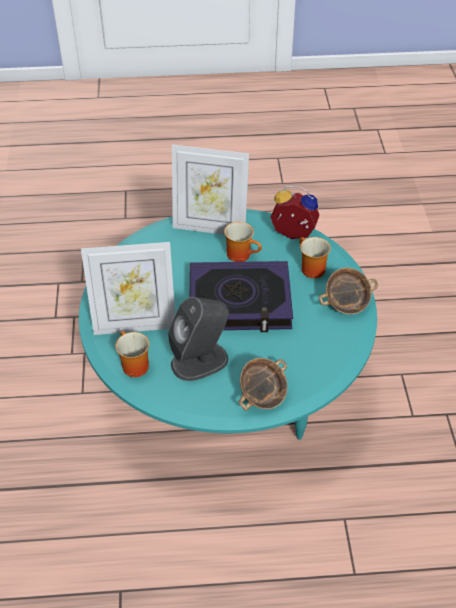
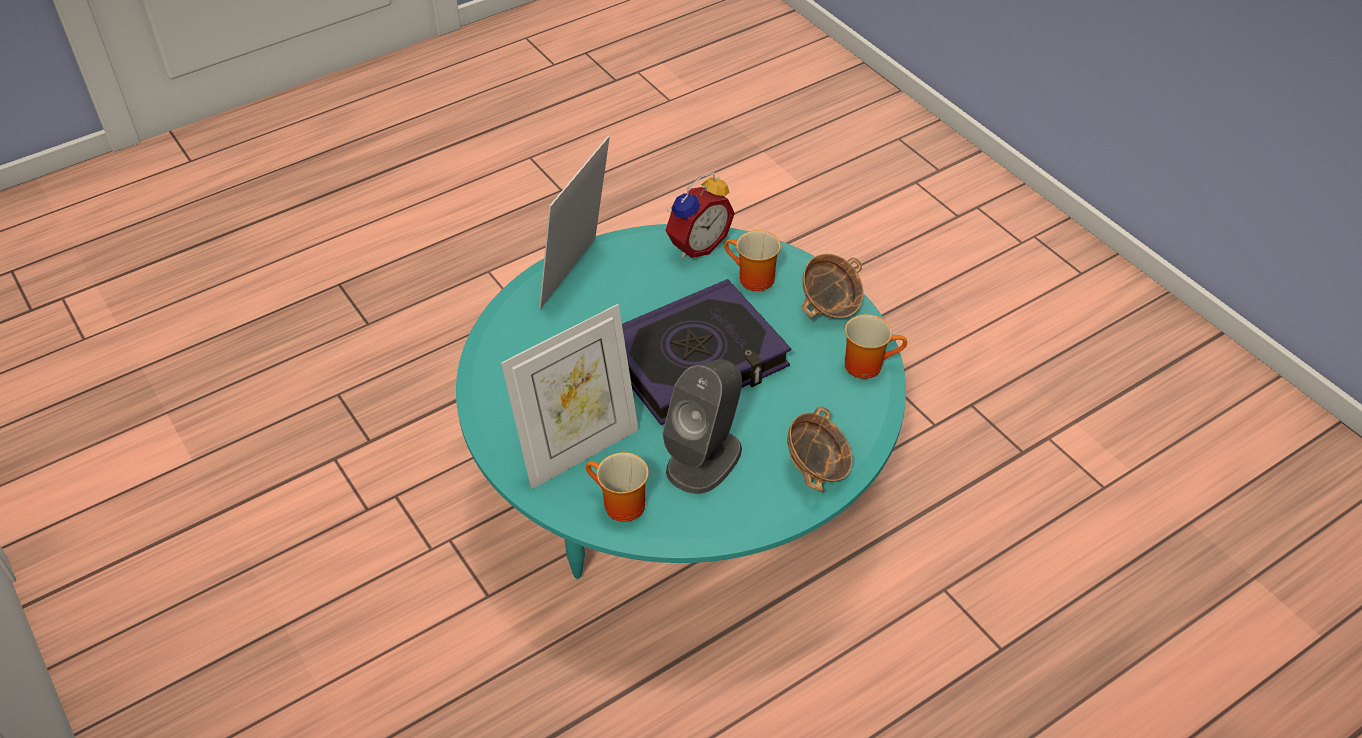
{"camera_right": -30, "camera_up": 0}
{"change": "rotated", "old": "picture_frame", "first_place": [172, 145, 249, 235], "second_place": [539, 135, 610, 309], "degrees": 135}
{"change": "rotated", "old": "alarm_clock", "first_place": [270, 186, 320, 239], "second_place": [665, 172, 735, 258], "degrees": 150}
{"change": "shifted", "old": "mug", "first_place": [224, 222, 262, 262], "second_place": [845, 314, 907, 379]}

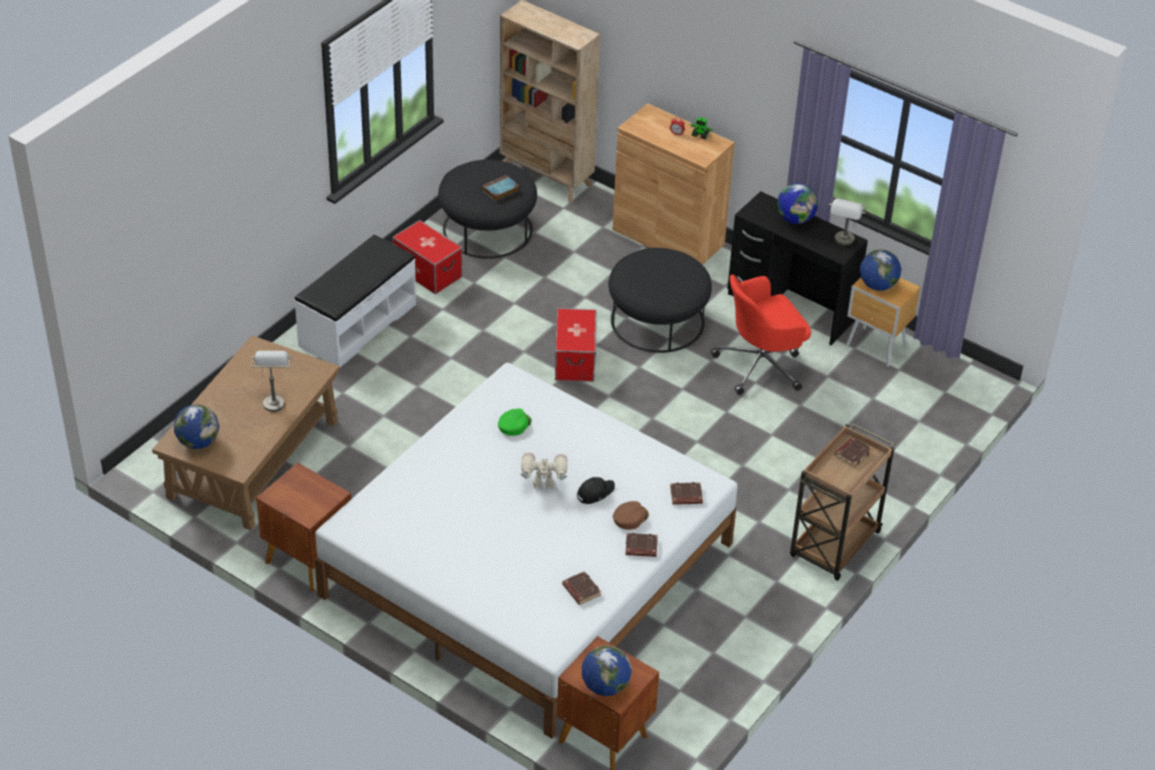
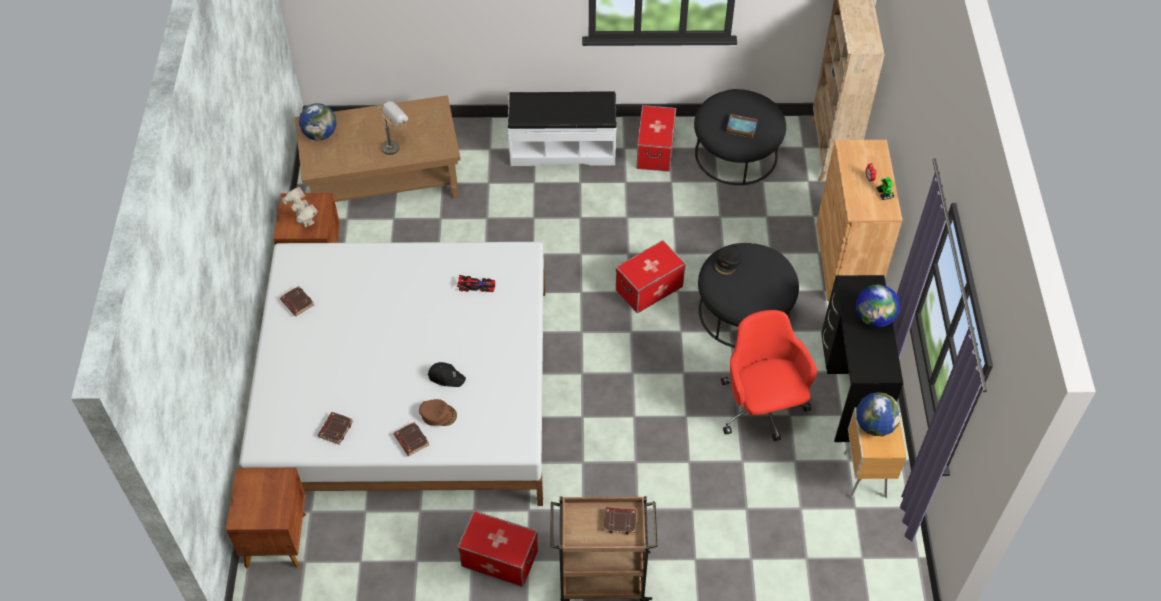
{"camera_right": 55, "camera_up": 10}
{"change": "shifted", "old": "brown_book", "first_place": [670, 482, 703, 505], "second_place": [280, 286, 314, 316]}
{"change": "shifted", "old": "toy_robot", "first_place": [521, 453, 568, 489], "second_place": [282, 187, 318, 227]}
{"change": "swapped", "old": "green_cap", "new": "toy_car", "first_place": [498, 408, 532, 436], "second_place": [457, 275, 495, 292]}
{"change": "new", "new": "storage_box", "second_place": [458, 511, 538, 587]}
{"change": "new", "new": "black_cap", "second_place": [714, 245, 742, 276]}
{"change": "rotated", "old": "red_office_chair", "first_place": [711, 274, 811, 395], "second_place": [721, 310, 817, 441], "degrees": 45}
{"change": "gone", "old": "globe", "first_place": [582, 645, 632, 696]}
{"change": "gone", "old": "grey_table_lamp", "first_place": [828, 197, 867, 246]}

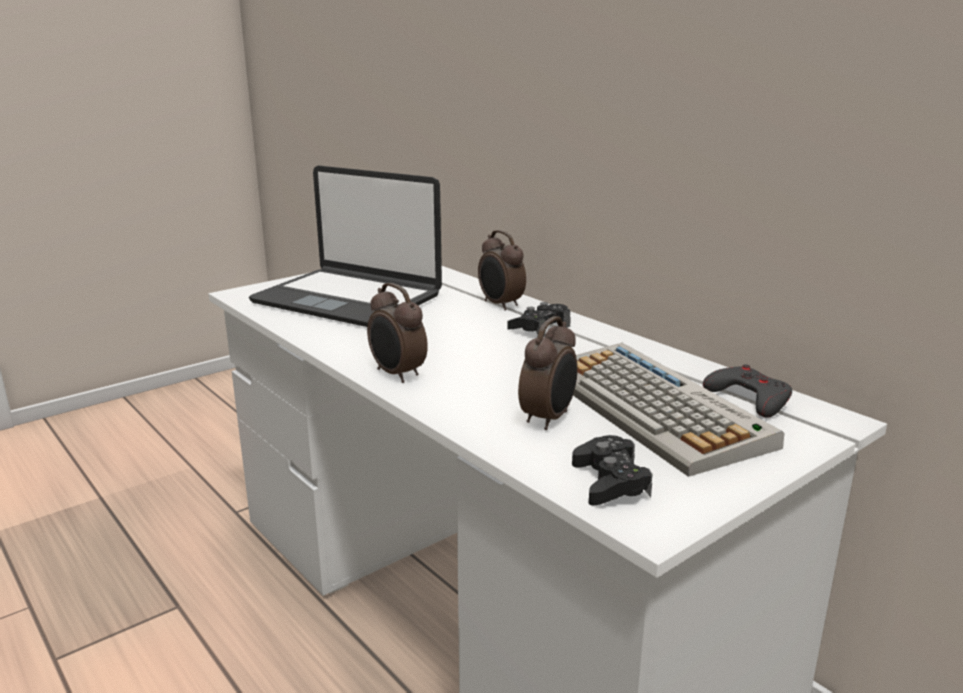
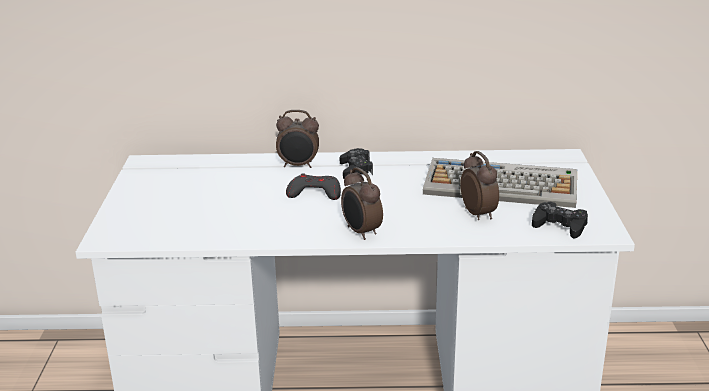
{"camera_right": -50, "camera_up": 5}
{"change": "shifted", "old": "grey_game_controller", "first_place": [703, 364, 792, 417], "second_place": [286, 173, 341, 200]}
{"change": "rotated", "old": "alarm_clock", "first_place": [367, 283, 428, 383], "second_place": [341, 167, 383, 240], "degrees": 60}
{"change": "gone", "old": "laptop", "first_place": [249, 165, 442, 327]}

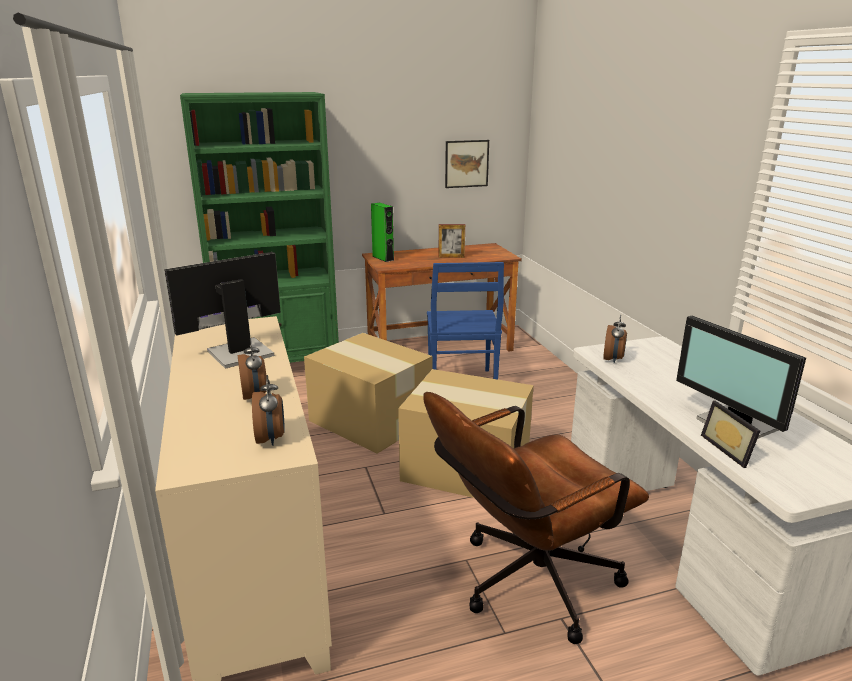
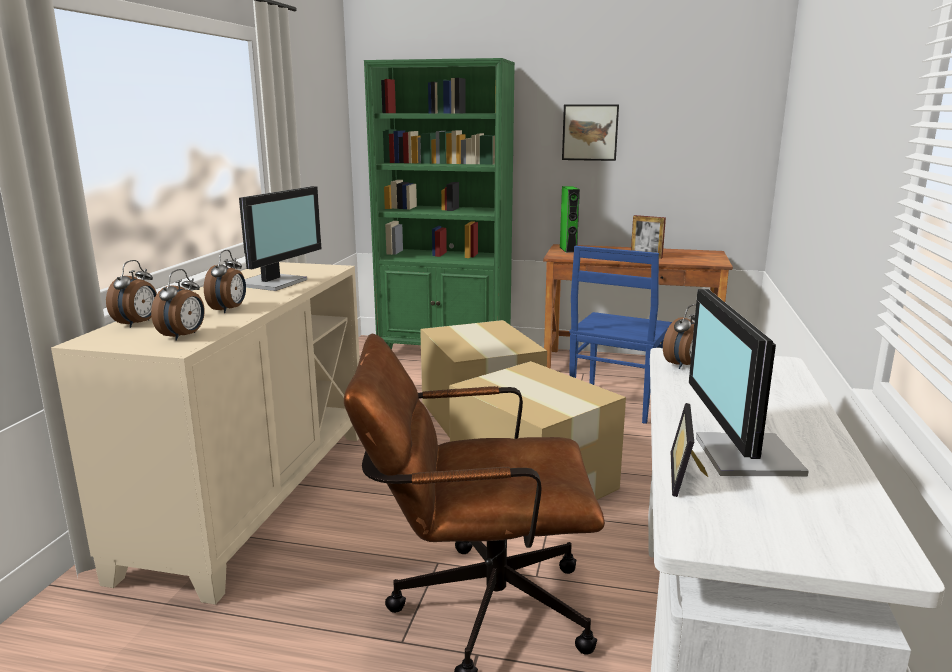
{"camera_right": 30, "camera_up": -5}
{"change": "new", "new": "alarm_clock", "second_place": [106, 260, 157, 328]}
{"change": "rotated", "old": "monitor", "first_place": [164, 252, 281, 369], "second_place": [239, 186, 321, 291], "degrees": 120}
{"change": "shifted", "old": "picture", "first_place": [445, 140, 489, 188], "second_place": [562, 104, 619, 161]}

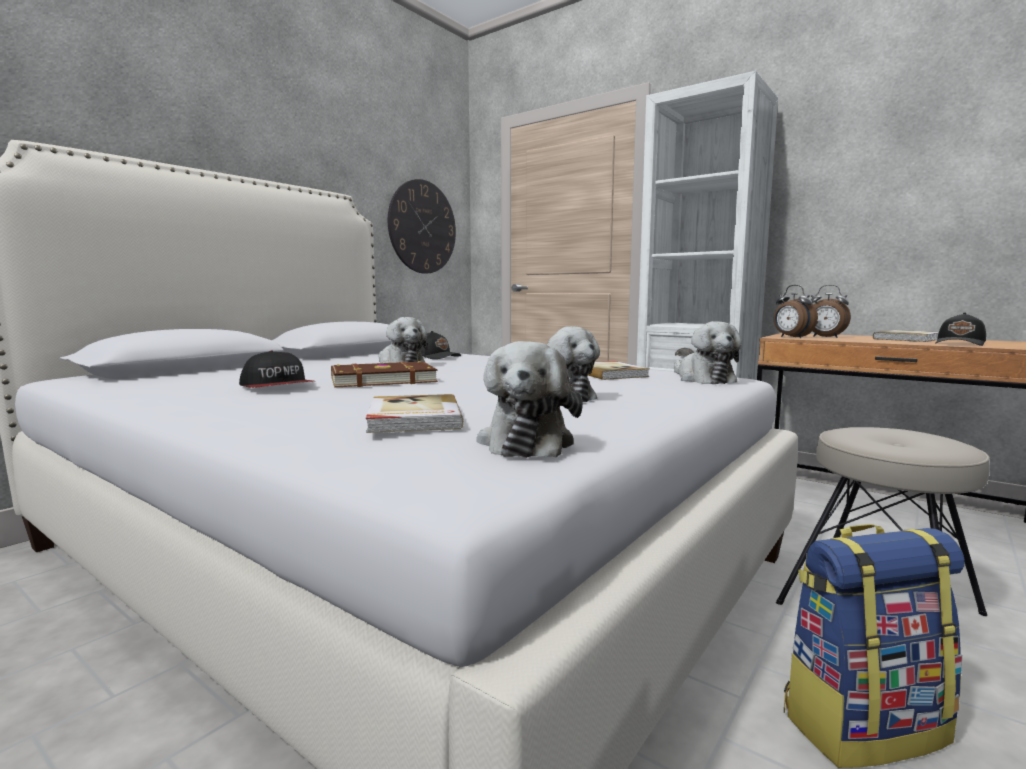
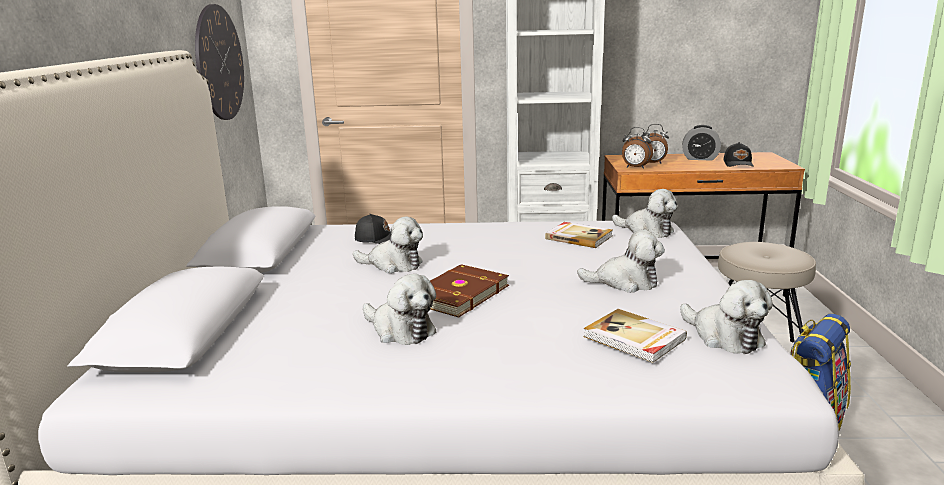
{"camera_right": -35, "camera_up": 10}
{"change": "swapped", "old": "cap", "new": "plush_toy", "first_place": [239, 351, 315, 388], "second_place": [363, 274, 436, 345]}
{"change": "swapped", "old": "book", "new": "alarm_clock", "first_place": [873, 330, 939, 342], "second_place": [682, 125, 721, 161]}

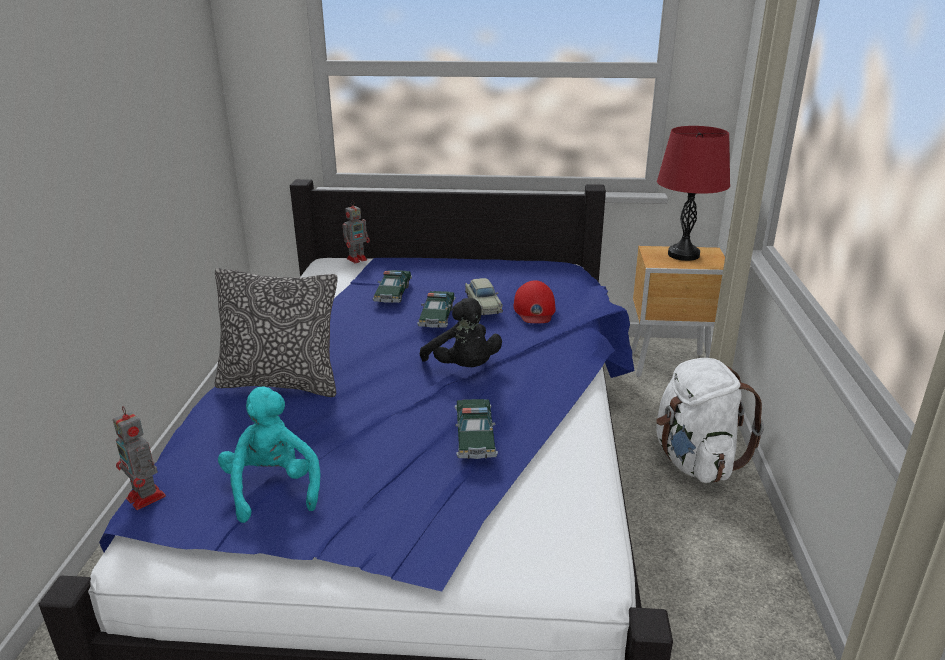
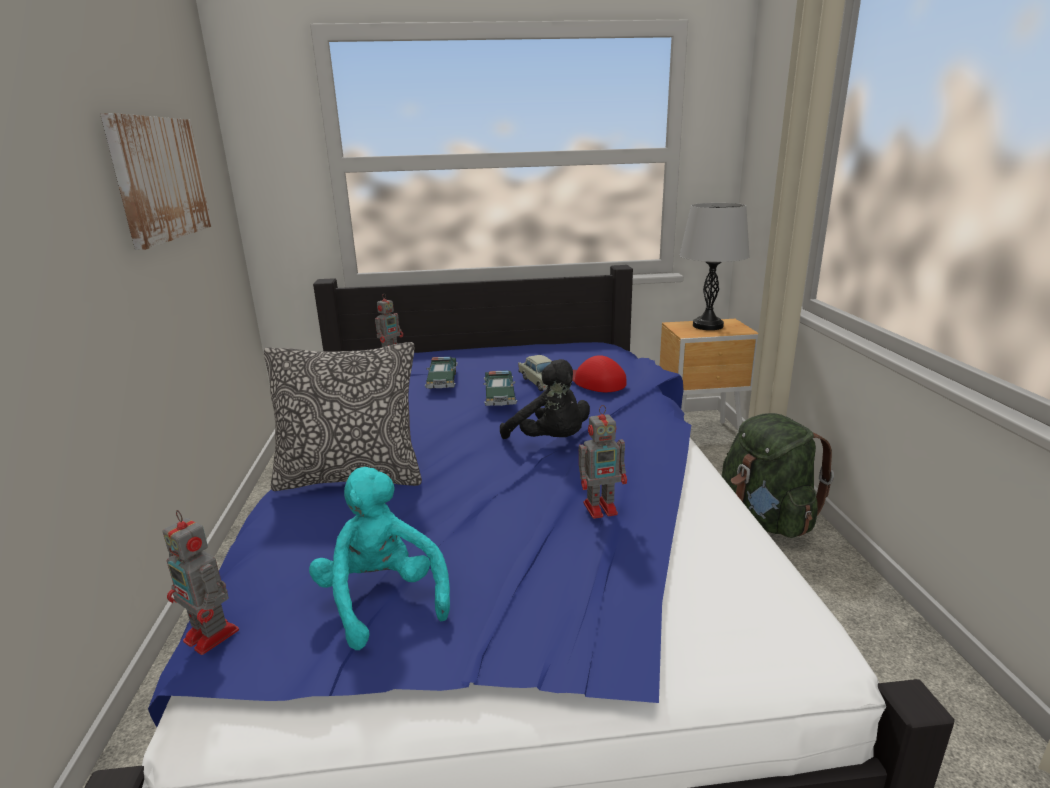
{"camera_right": -10, "camera_up": -5}
{"change": "new", "new": "picture", "second_place": [100, 113, 212, 250]}
{"change": "rotated", "old": "red_cap", "first_place": [514, 280, 556, 323], "second_place": [572, 355, 626, 392], "degrees": 150}
{"change": "swapped", "old": "toy_car", "new": "toy_robot", "first_place": [455, 399, 498, 459], "second_place": [579, 405, 627, 519]}
{"change": "repainted", "old": "red_table_lamp", "new": "grey_table_lamp", "first_place": [657, 126, 730, 261], "second_place": [679, 203, 750, 330]}
{"change": "repainted", "old": "white_backpack", "new": "green_backpack", "first_place": [656, 358, 764, 483], "second_place": [722, 413, 834, 538]}

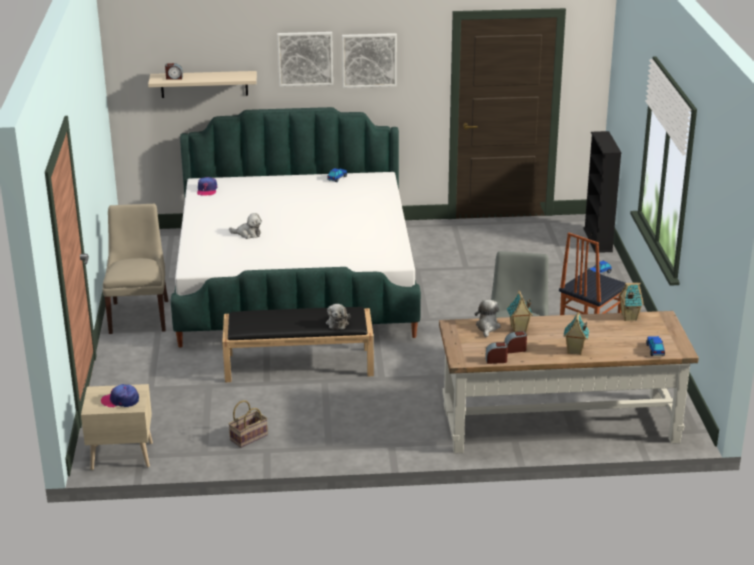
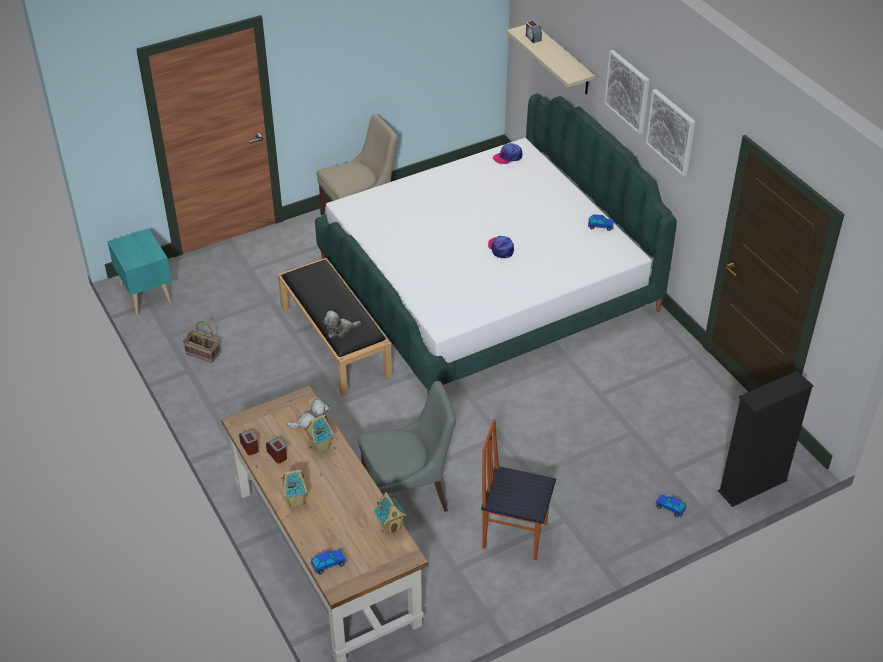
{"camera_right": 65, "camera_up": 15}
{"change": "repainted", "old": "beige_nightstand", "new": "turquoise_nightstand", "first_place": [81, 384, 153, 470], "second_place": [107, 228, 172, 314]}
{"change": "shifted", "old": "cap", "first_place": [101, 384, 139, 407], "second_place": [488, 236, 514, 258]}
{"change": "gone", "old": "plush_toy", "first_place": [229, 213, 262, 239]}

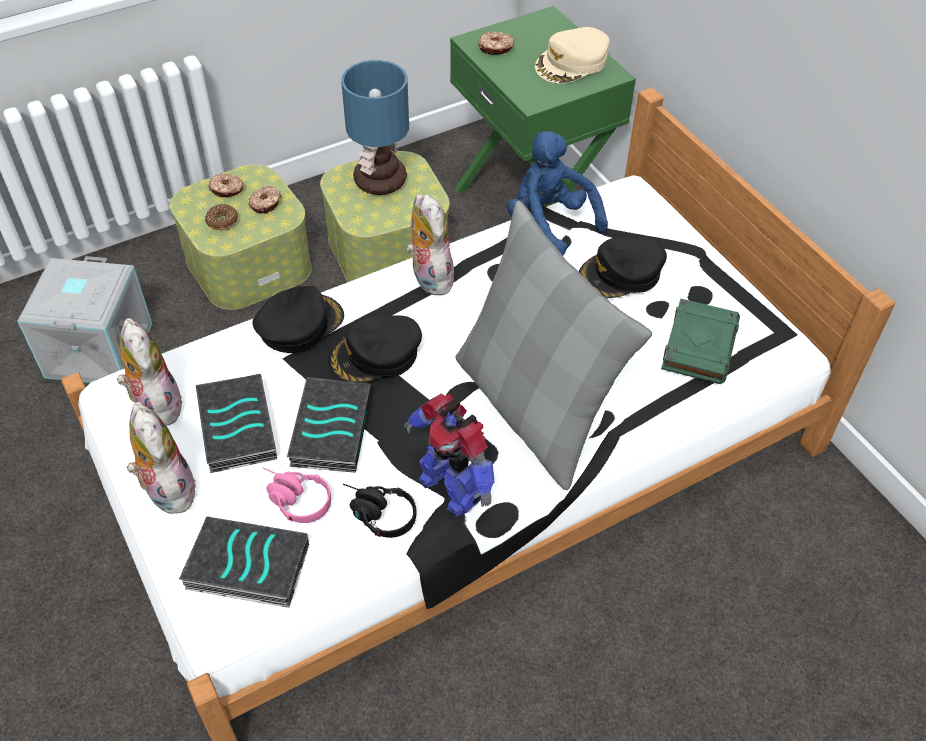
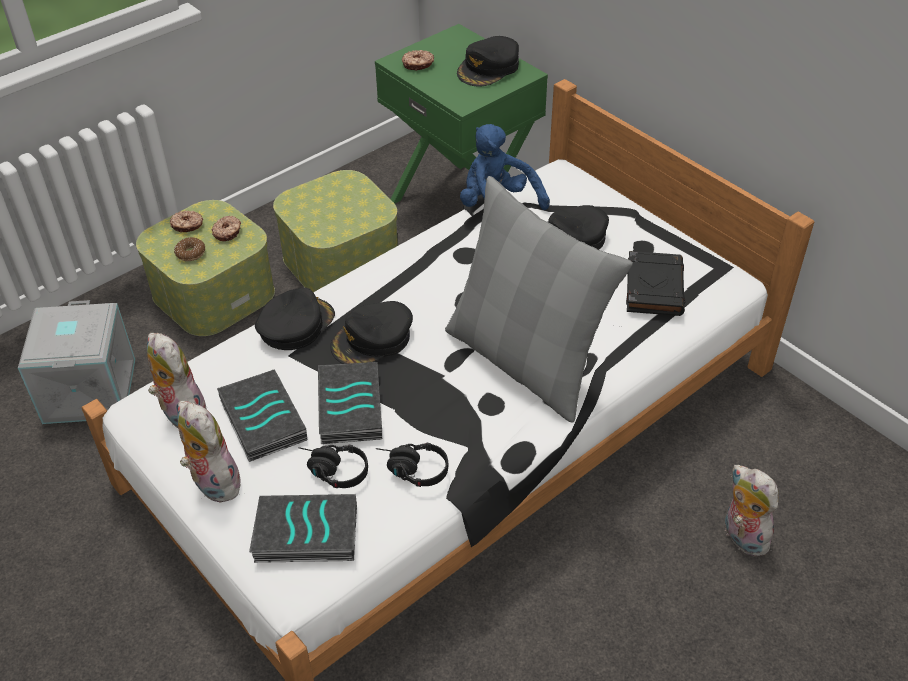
{"camera_right": -10, "camera_up": -5}
{"change": "repainted", "old": "pink_headphones", "new": "black_headphones", "first_place": [263, 467, 331, 523], "second_place": [299, 445, 368, 488]}
{"change": "repainted", "old": "beige_cap", "new": "black_cap", "first_place": [535, 27, 610, 83], "second_place": [457, 36, 519, 86]}
{"change": "repainted", "old": "green_book", "new": "black_book", "first_place": [661, 299, 740, 384], "second_place": [626, 251, 685, 316]}
{"change": "shifted", "old": "plush_toy", "first_place": [406, 194, 455, 295], "second_place": [725, 465, 778, 556]}
{"change": "gone", "old": "table_lamp", "first_place": [341, 60, 409, 195]}
{"change": "gone", "old": "toy_robot", "first_place": [404, 394, 495, 517]}

